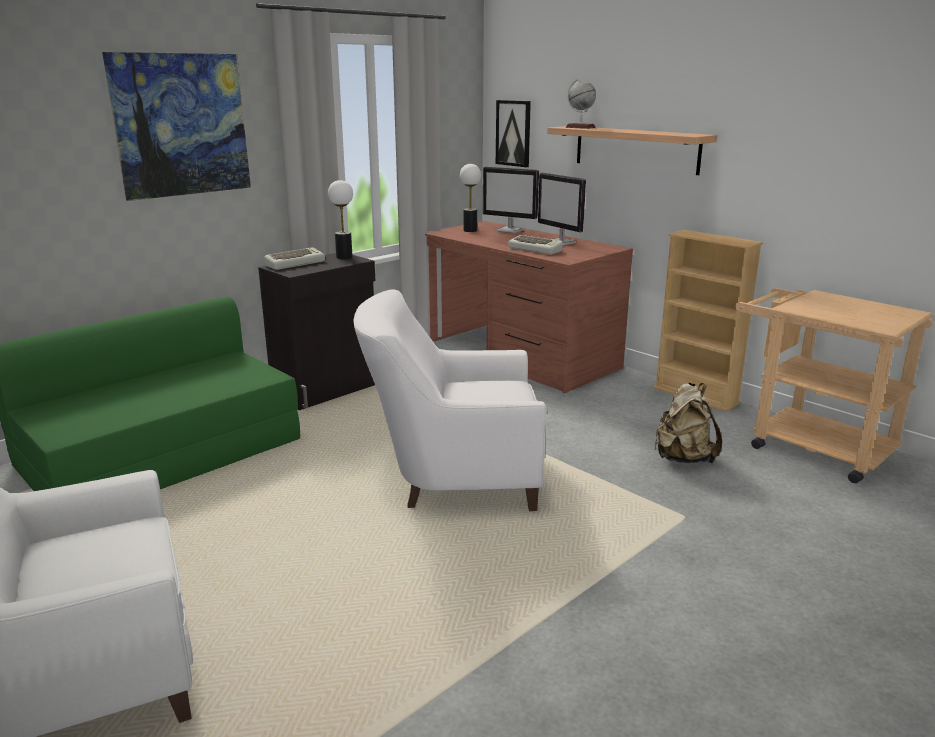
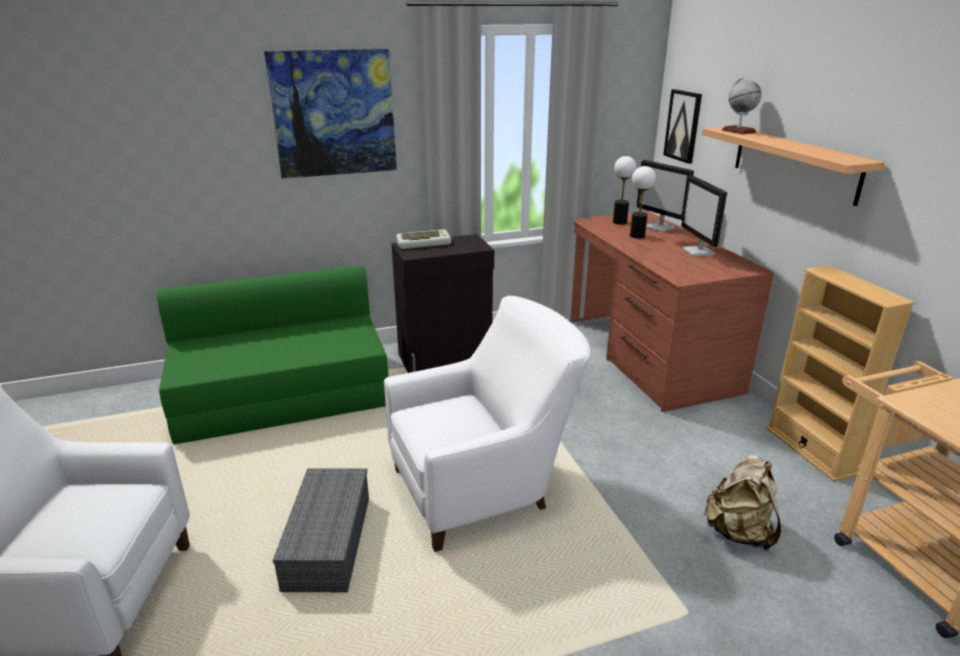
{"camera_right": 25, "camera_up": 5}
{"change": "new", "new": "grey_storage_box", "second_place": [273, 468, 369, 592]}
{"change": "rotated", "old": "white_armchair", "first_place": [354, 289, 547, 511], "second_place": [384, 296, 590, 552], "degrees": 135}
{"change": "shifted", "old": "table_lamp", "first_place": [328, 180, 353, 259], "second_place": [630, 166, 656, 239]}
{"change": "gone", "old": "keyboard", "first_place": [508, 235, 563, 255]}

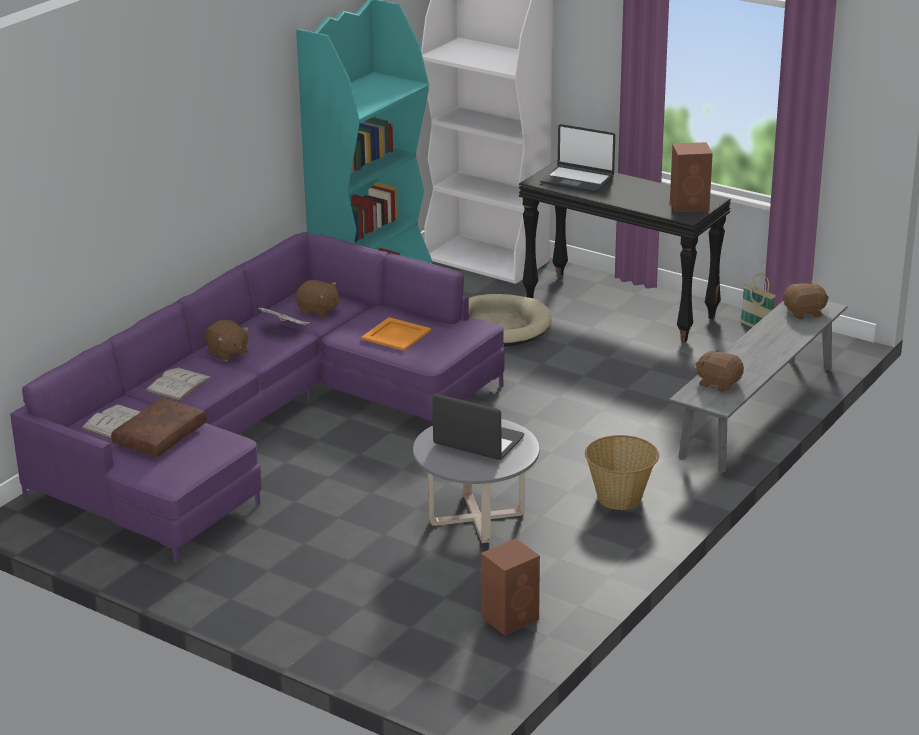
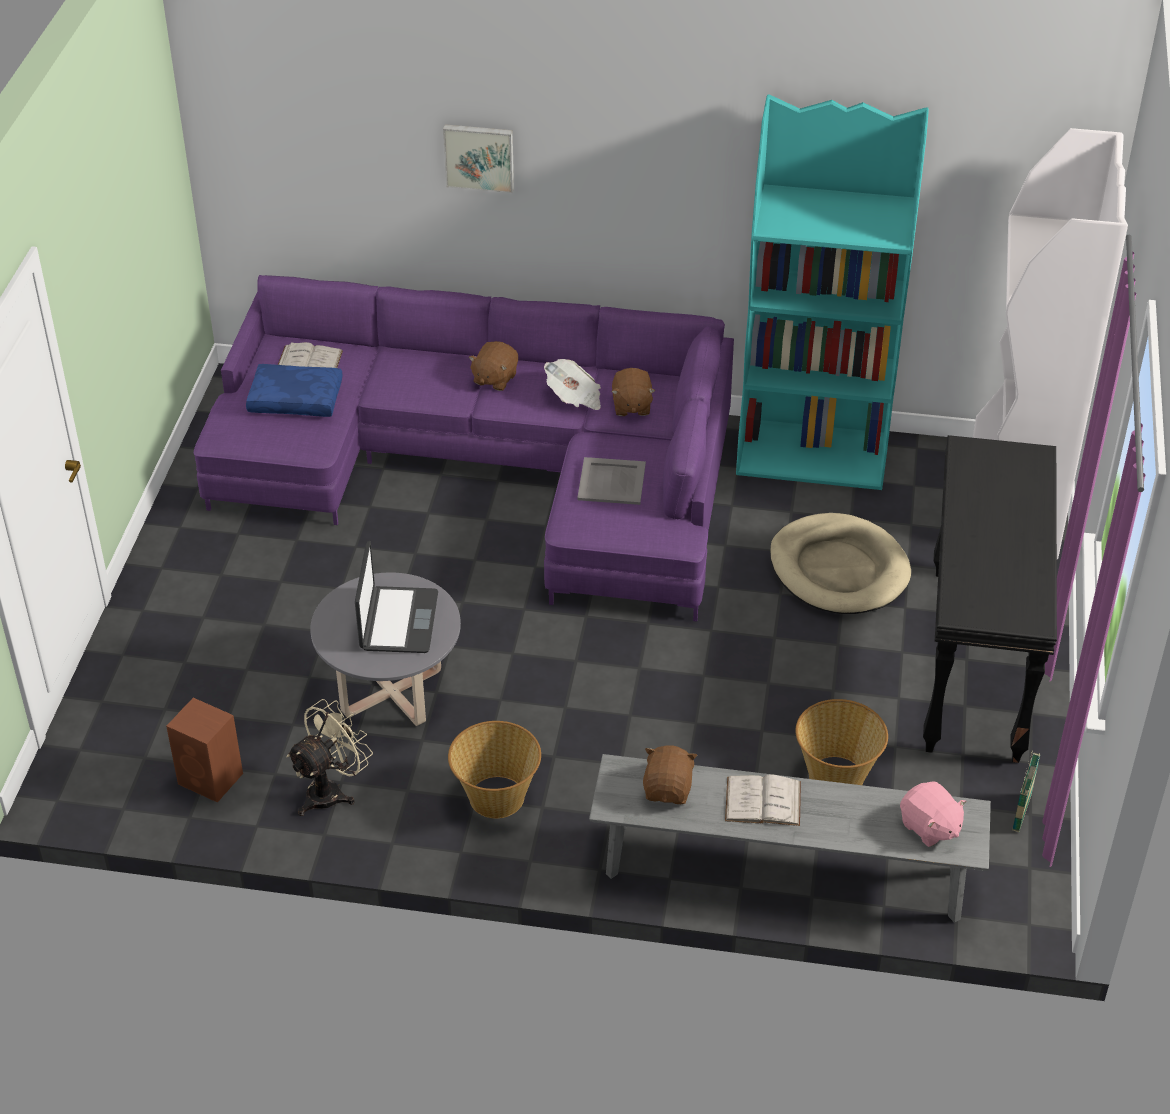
{"camera_right": 65, "camera_up": 15}
{"change": "repainted", "old": "brown_pillow", "new": "blue_pillow", "first_place": [111, 398, 207, 457], "second_place": [246, 364, 343, 417]}
{"change": "new", "new": "beige_fan", "second_place": [286, 699, 373, 816]}
{"change": "new", "new": "picture", "second_place": [443, 124, 514, 193]}
{"change": "repainted", "old": "orange_tray", "new": "grey_tray", "first_place": [361, 317, 431, 351], "second_place": [577, 457, 646, 505]}
{"change": "shifted", "old": "white_book", "first_place": [146, 367, 212, 401], "second_place": [725, 774, 801, 826]}
{"change": "new", "new": "basket", "second_place": [795, 699, 888, 785]}
{"change": "repainted", "old": "brown_plush_toy", "new": "pink_plush_toy", "first_place": [783, 281, 829, 320], "second_place": [900, 781, 966, 847]}
{"change": "gone", "old": "laptop", "first_place": [540, 124, 615, 192]}
{"change": "gone", "old": "brown_speaker", "first_place": [670, 142, 713, 212]}

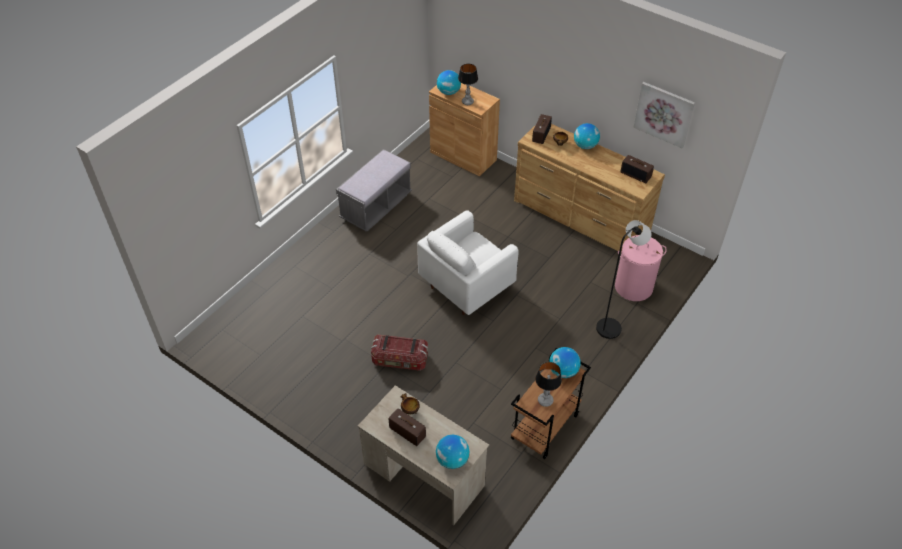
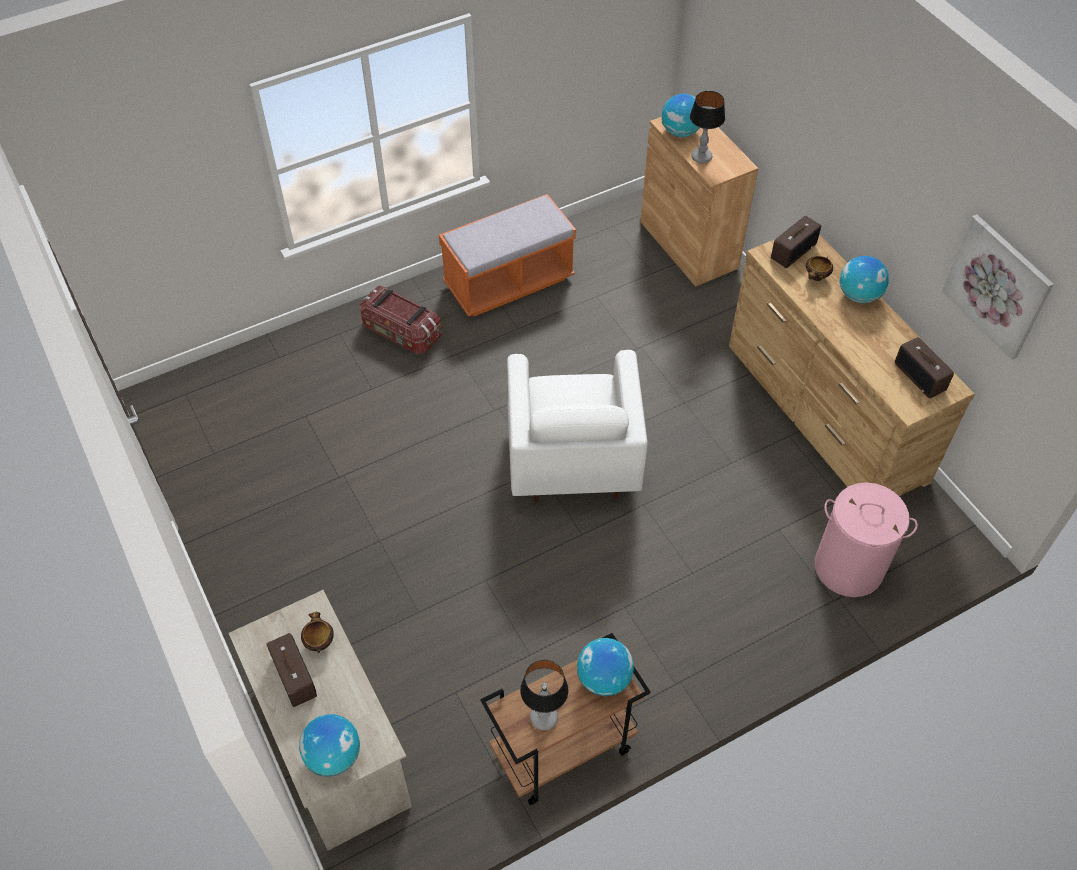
{"camera_right": 25, "camera_up": 5}
{"change": "shifted", "old": "storage_box", "first_place": [371, 335, 428, 371], "second_place": [359, 285, 442, 354]}
{"change": "repainted", "old": "grey_bench", "new": "orange_bench", "first_place": [336, 149, 412, 232], "second_place": [439, 194, 576, 317]}
{"change": "rotated", "old": "white_armchair", "first_place": [417, 210, 518, 315], "second_place": [507, 350, 648, 503], "degrees": -75}
{"change": "gone", "old": "black_floor_lamp", "first_place": [596, 220, 651, 339]}

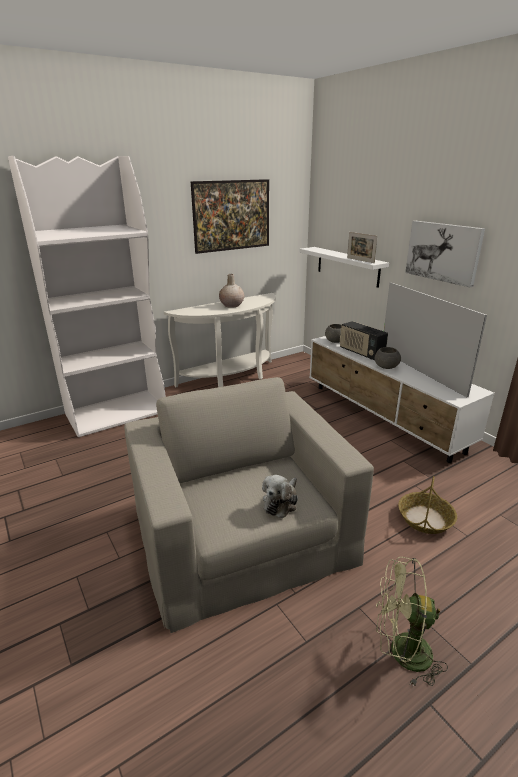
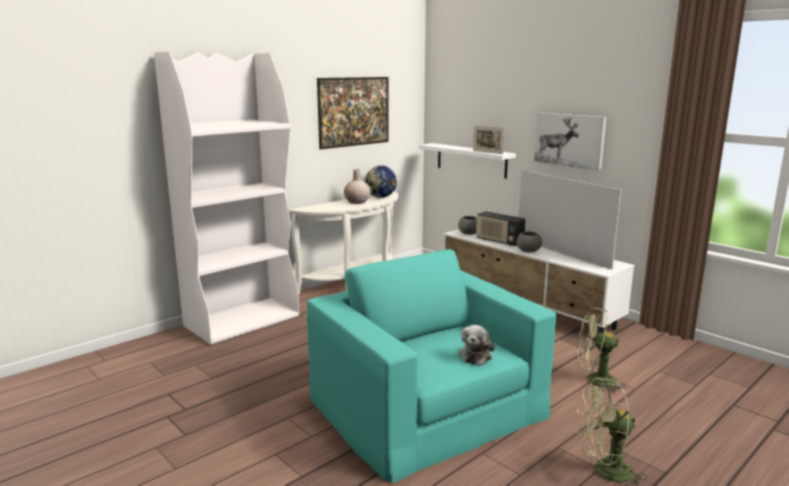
{"camera_right": -10, "camera_up": -10}
{"change": "repainted", "old": "beige_armchair", "new": "turquoise_armchair", "first_place": [124, 377, 374, 633], "second_place": [307, 249, 556, 483]}
{"change": "new", "new": "globe", "second_place": [365, 165, 397, 198]}
{"change": "swapped", "old": "basket", "new": "green_fan", "first_place": [398, 476, 457, 534], "second_place": [576, 307, 627, 393]}

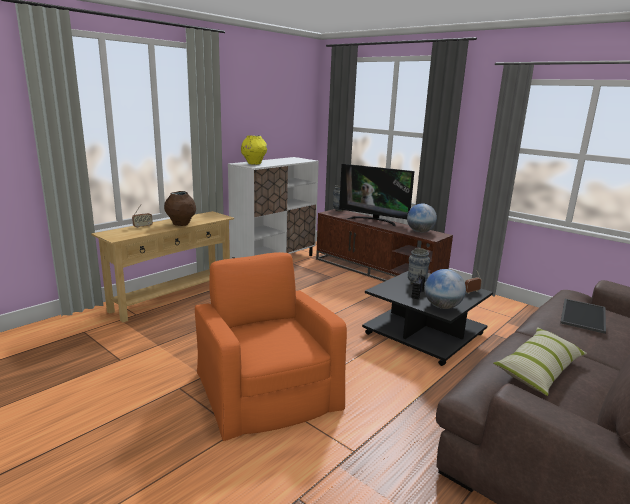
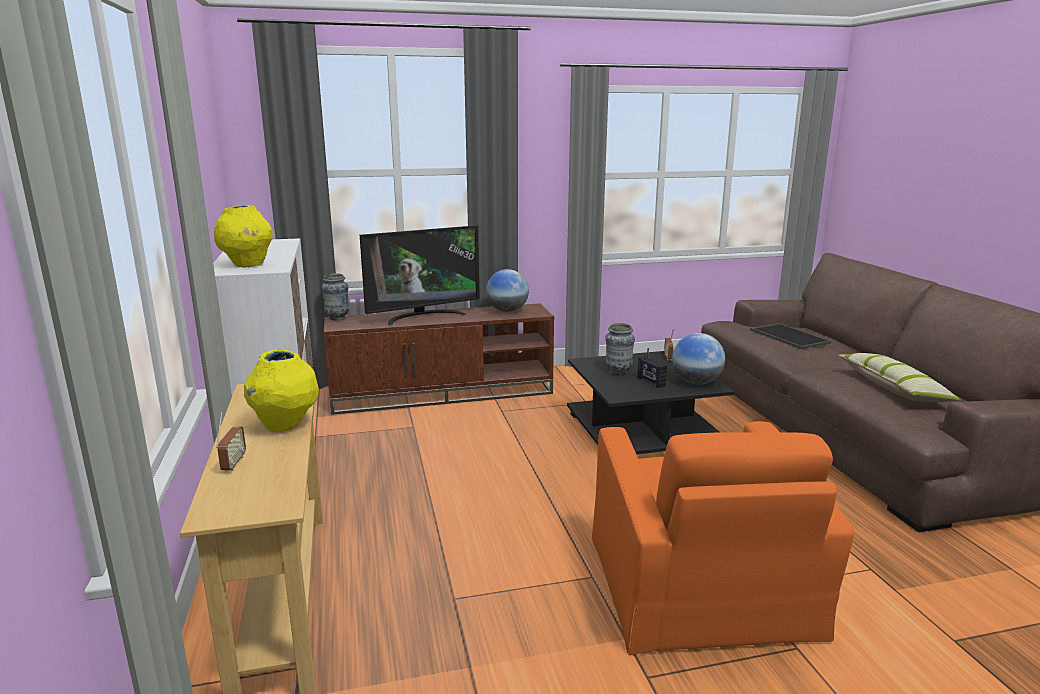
{"camera_right": -55, "camera_up": 0}
{"change": "repainted", "old": "brown_vase", "new": "yellow_vase", "first_place": [164, 191, 196, 226], "second_place": [244, 350, 319, 432]}
{"change": "rotated", "old": "orange_armchair", "first_place": [195, 252, 347, 441], "second_place": [592, 421, 854, 655], "degrees": -105}

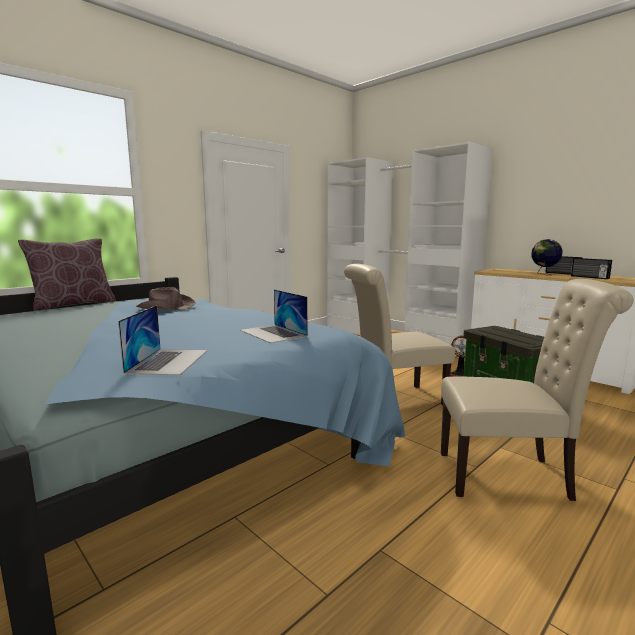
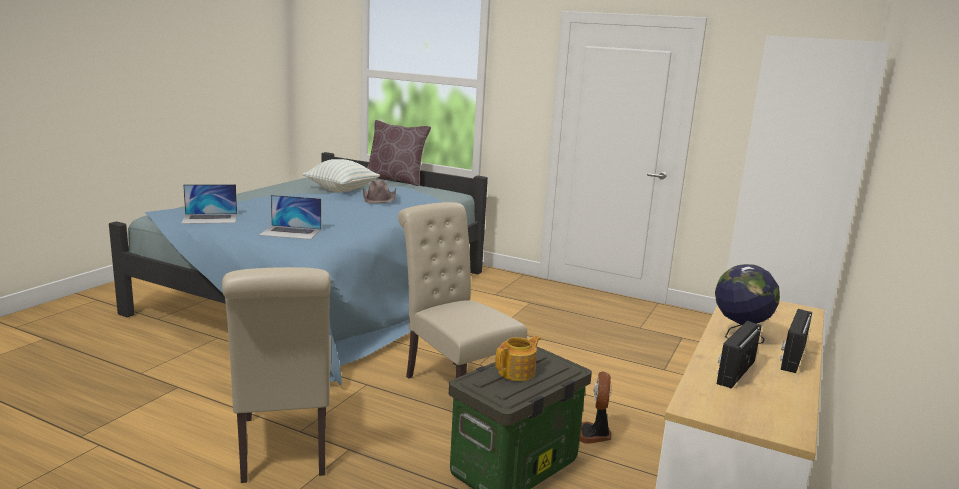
{"camera_right": 70, "camera_up": 5}
{"change": "rotated", "old": "laptop", "first_place": [240, 289, 308, 343], "second_place": [259, 195, 321, 239], "degrees": -120}
{"change": "new", "new": "pillow", "second_place": [302, 159, 380, 193]}
{"change": "new", "new": "teapot", "second_place": [495, 336, 541, 381]}

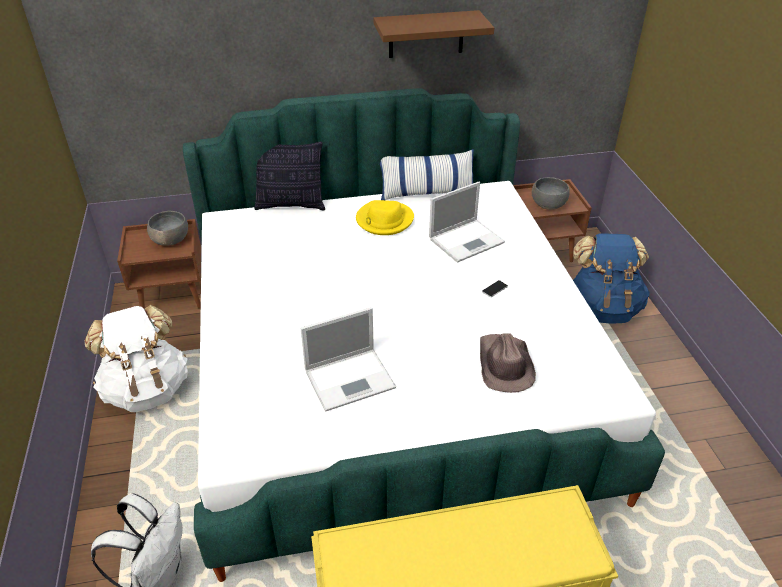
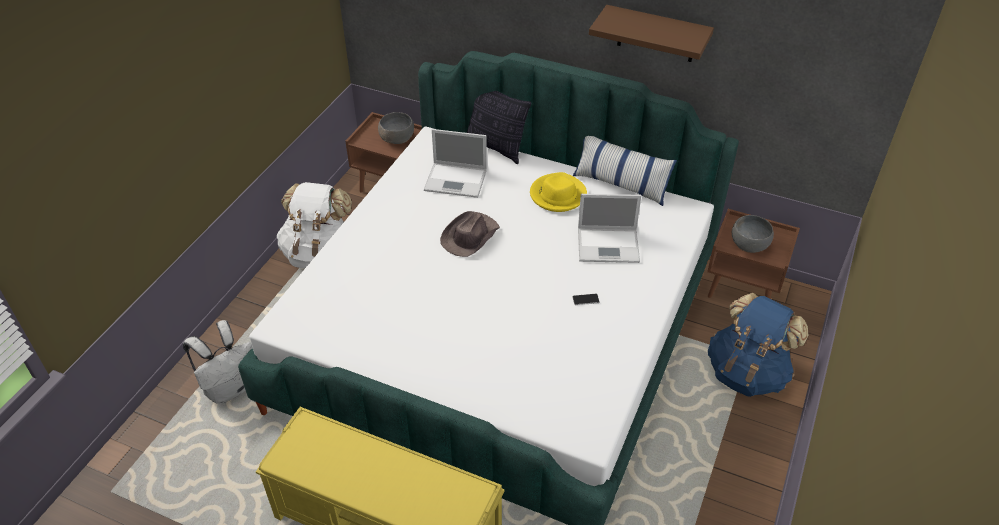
{"camera_right": 35, "camera_up": 5}
{"change": "shifted", "old": "laptop", "first_place": [300, 307, 396, 412], "second_place": [424, 129, 487, 198]}
{"change": "shifted", "old": "brown_hat", "first_place": [480, 333, 536, 393], "second_place": [440, 211, 500, 257]}

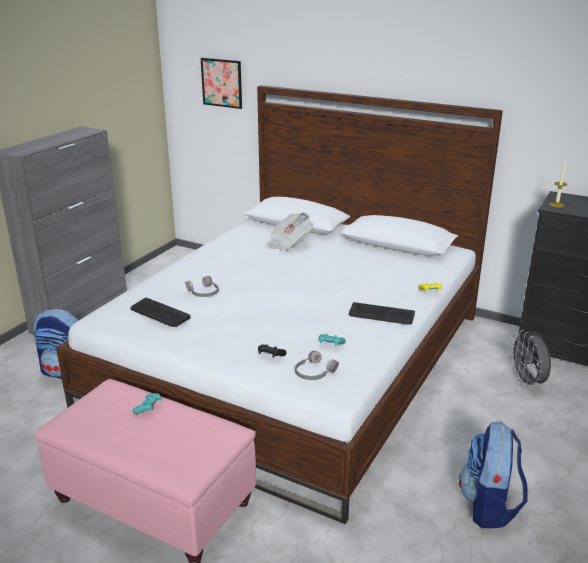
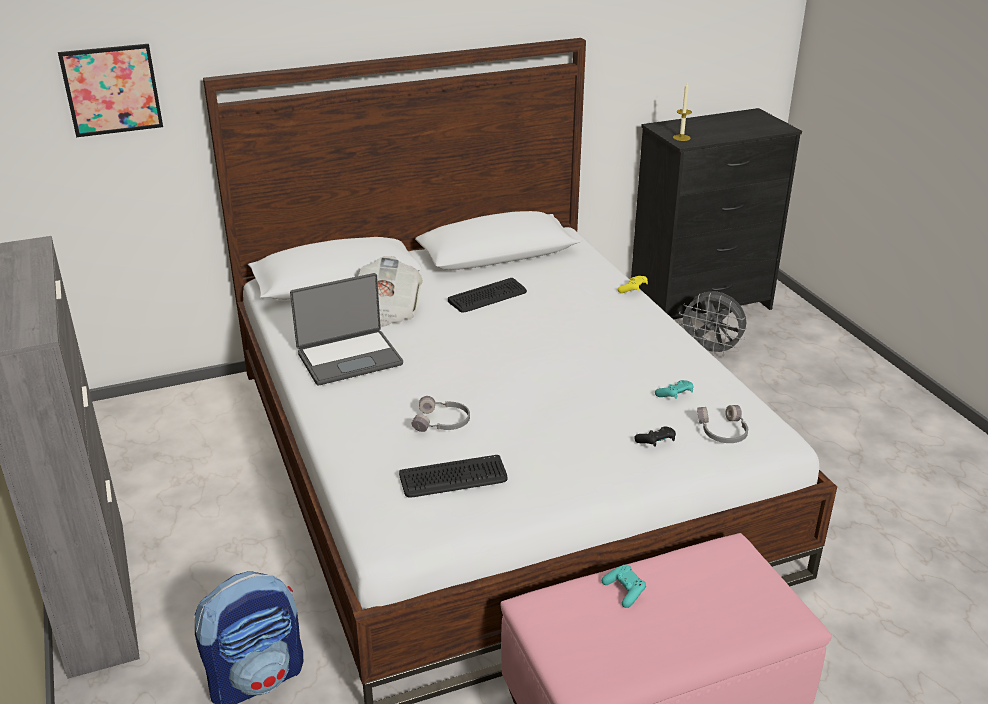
{"camera_right": -50, "camera_up": 5}
{"change": "new", "new": "laptop", "second_place": [290, 273, 403, 386]}
{"change": "shifted", "old": "keyboard", "first_place": [349, 302, 415, 325], "second_place": [448, 278, 527, 312]}
{"change": "gone", "old": "backpack", "first_place": [459, 422, 528, 528]}

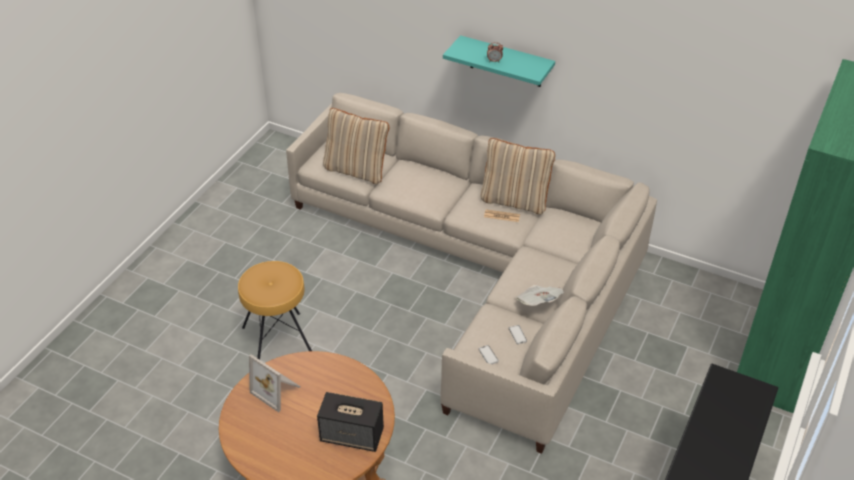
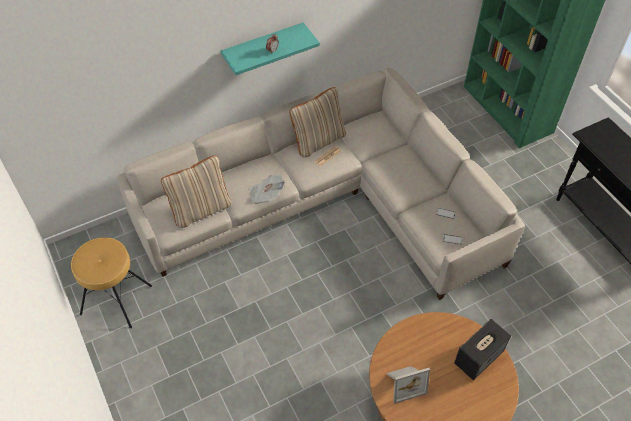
{"camera_right": -55, "camera_up": 10}
{"change": "shifted", "old": "brown_stool", "first_place": [238, 261, 312, 360], "second_place": [71, 238, 152, 328]}
{"change": "shifted", "old": "newspaper", "first_place": [515, 285, 564, 306], "second_place": [249, 175, 285, 204]}

